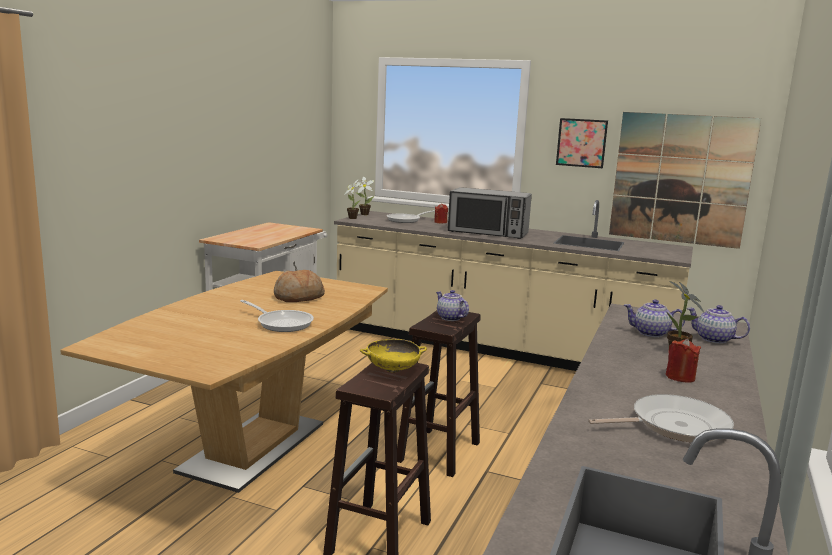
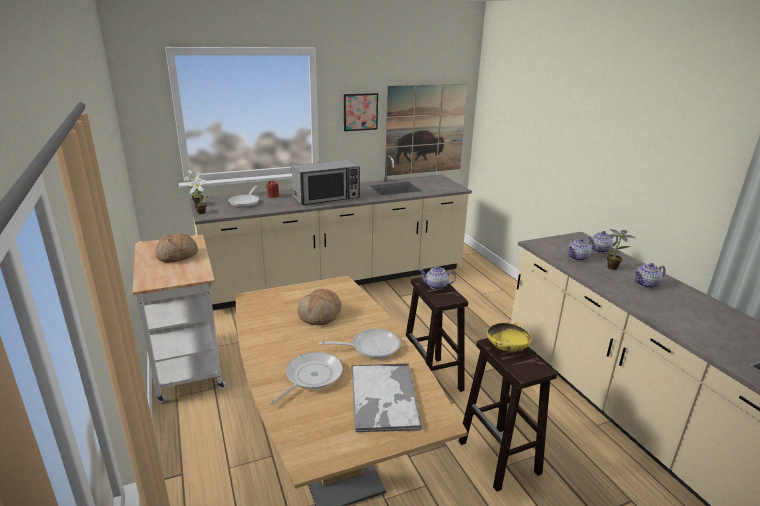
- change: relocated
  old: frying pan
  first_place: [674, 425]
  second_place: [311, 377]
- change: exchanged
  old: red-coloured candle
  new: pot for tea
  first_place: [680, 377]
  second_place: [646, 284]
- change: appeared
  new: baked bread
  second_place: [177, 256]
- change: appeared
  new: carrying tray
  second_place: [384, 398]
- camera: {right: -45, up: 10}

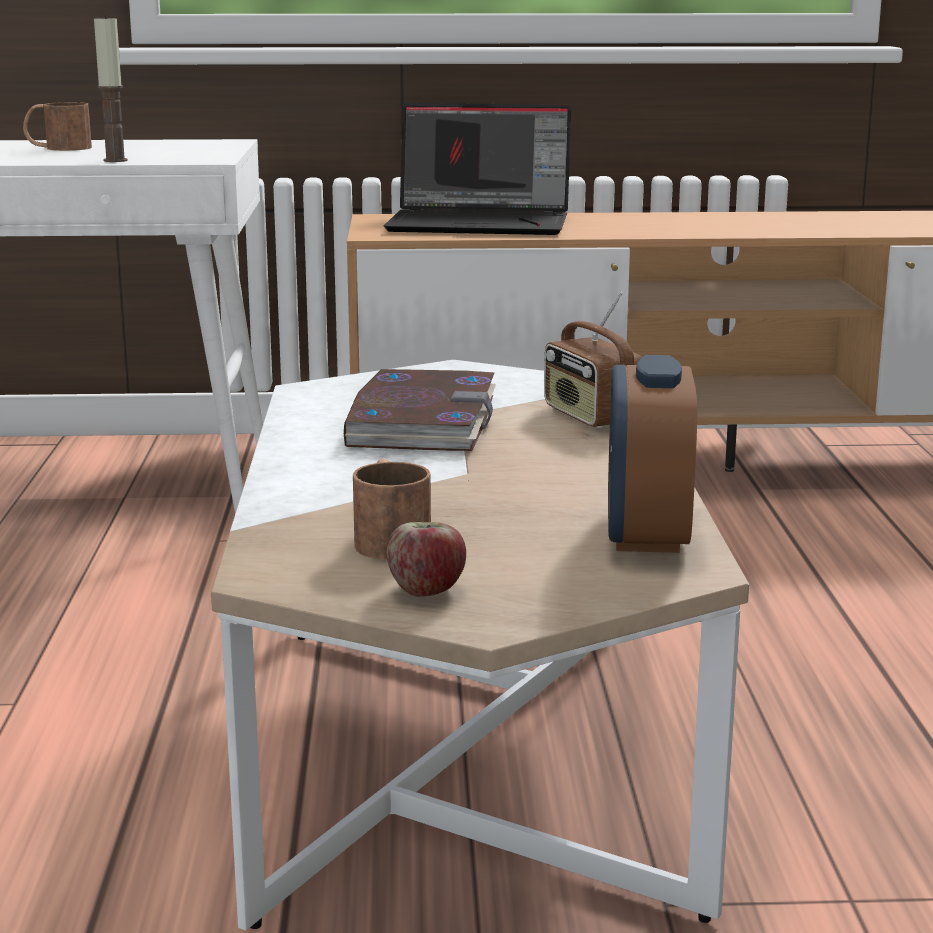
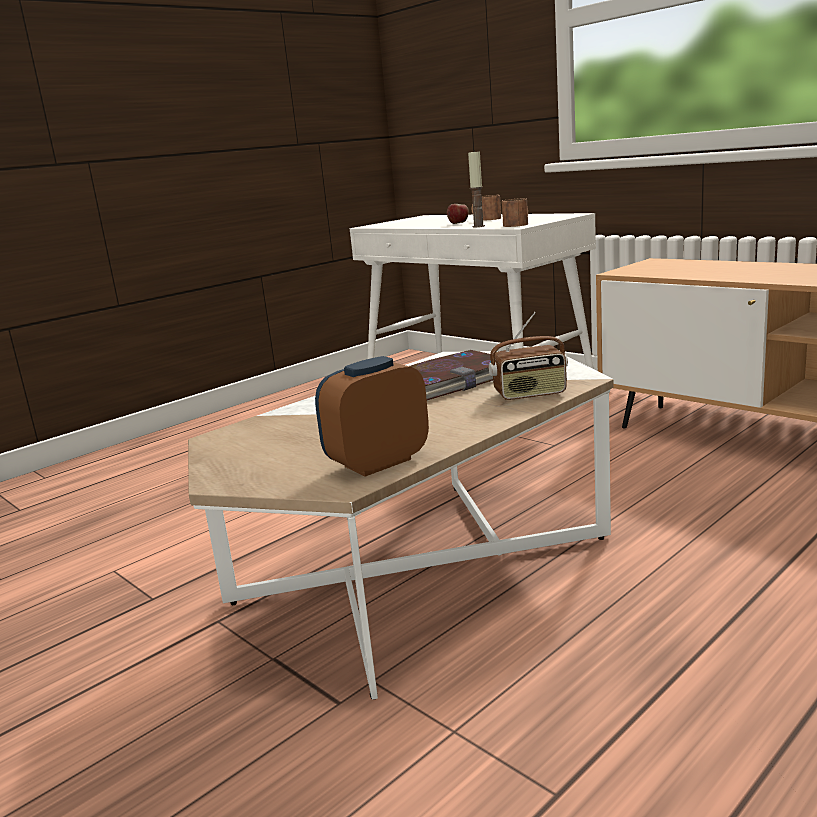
- change: relocated
  old: brown tea mug
  first_place: [389, 538]
  second_place: [518, 224]
- change: missing
  old: notebook computer
  first_place: [482, 223]
- change: relocated
  old: apple
  first_place: [427, 590]
  second_place: [458, 223]
- change: spun
  old: radio
  first_place: [590, 416]
  second_place: [530, 394]
  degrees: -120
- camera: {right: 50, up: 0}

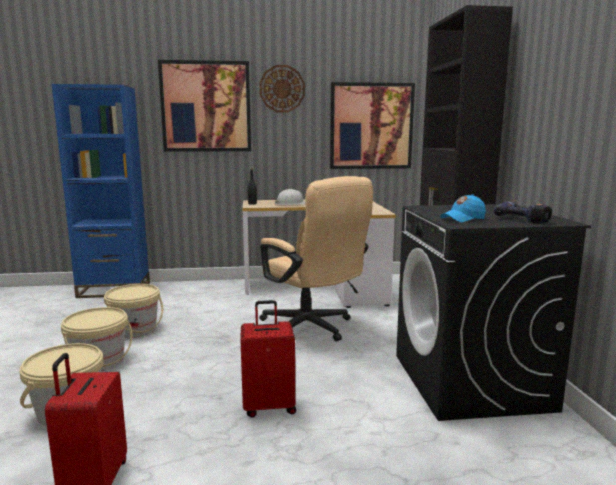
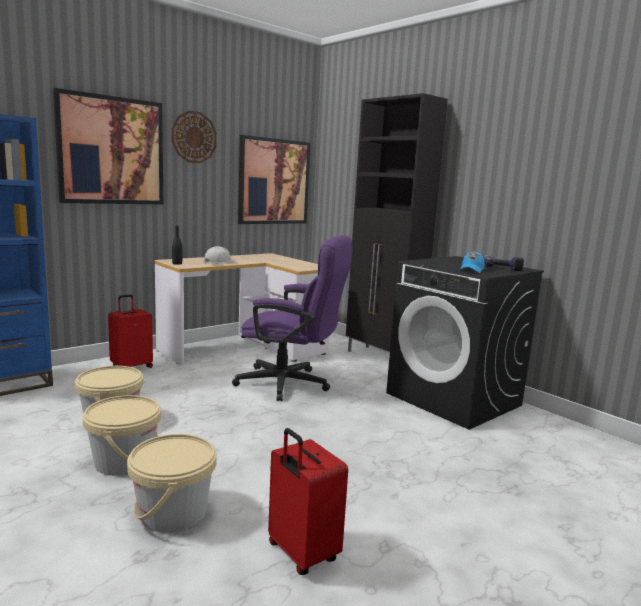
- change: relocated
  old: red-coloured piece of luggage
  first_place: [269, 406]
  second_place: [131, 367]
- change: colour
  old: beige-coloured computer chair
  new: purplish computer chair
  first_place: [312, 328]
  second_place: [291, 384]
- camera: {right: -35, up: 0}

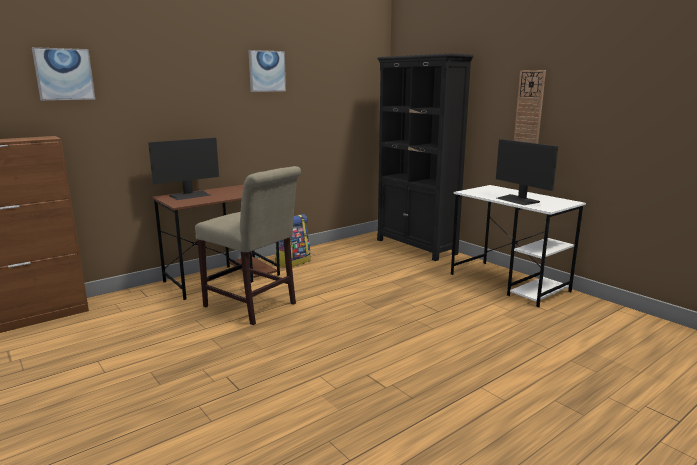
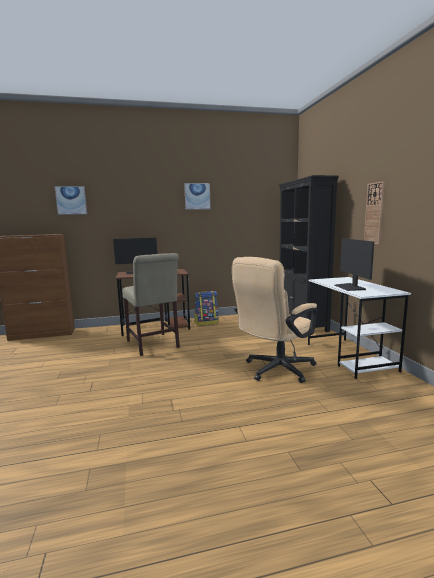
- change: appeared
  new: beige-coloured computer chair
  second_place: [275, 370]
- camera: {right: 25, up: -5}

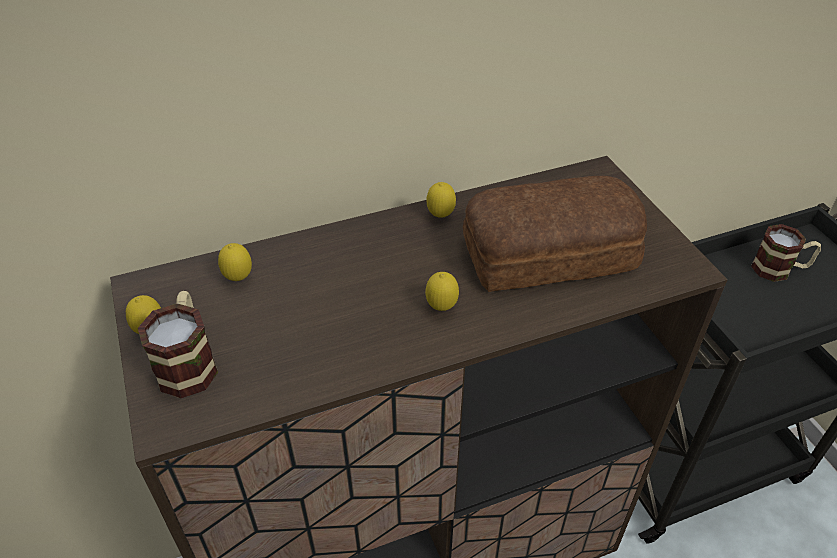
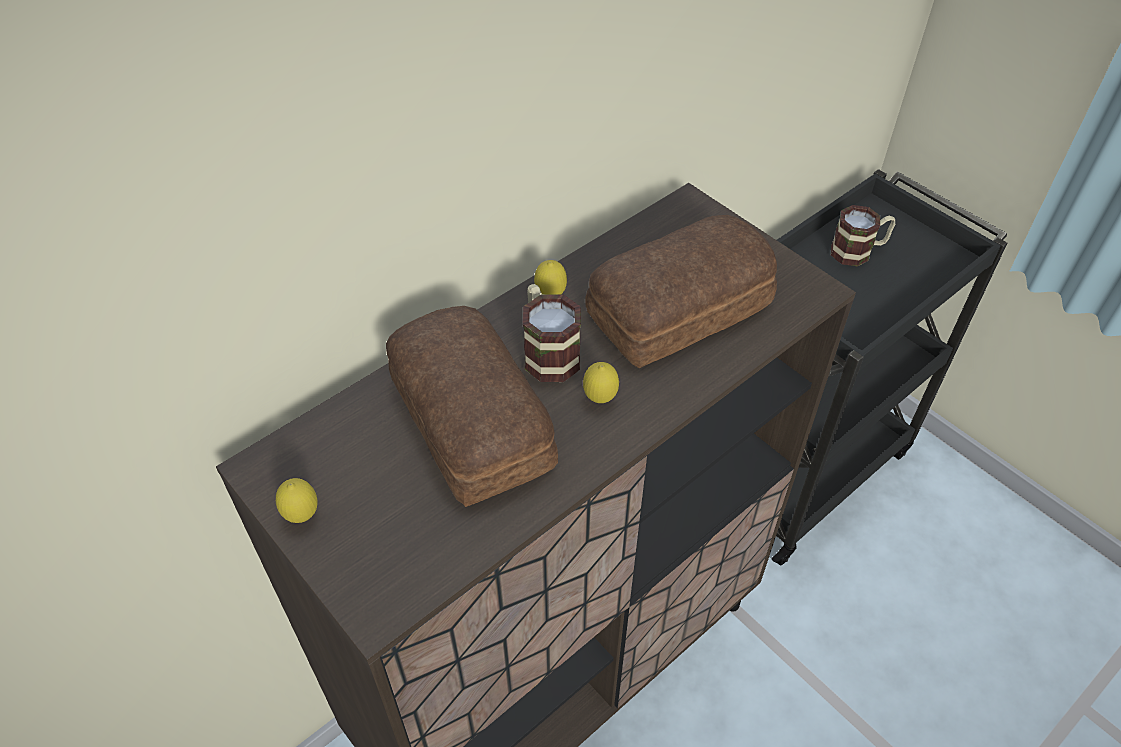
- change: relocated
  old: tea mug
  first_place: [189, 362]
  second_place: [547, 351]
- change: missing
  old: lemon
  first_place: [238, 279]
- change: appeared
  new: baked bread
  second_place: [469, 425]
- camera: {right: -20, up: 5}

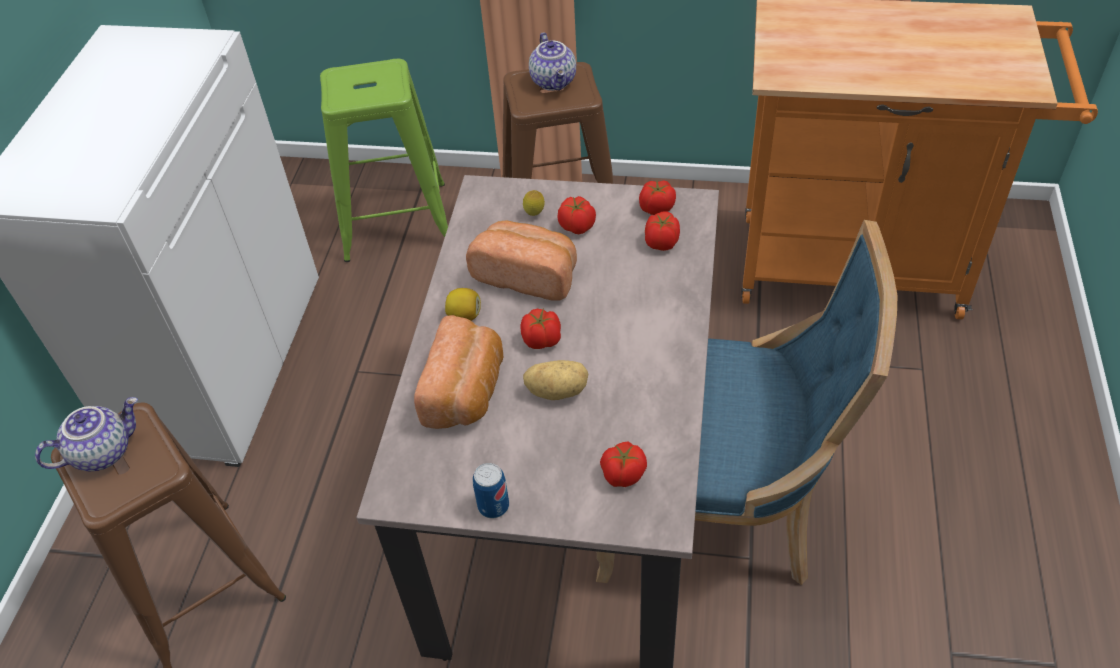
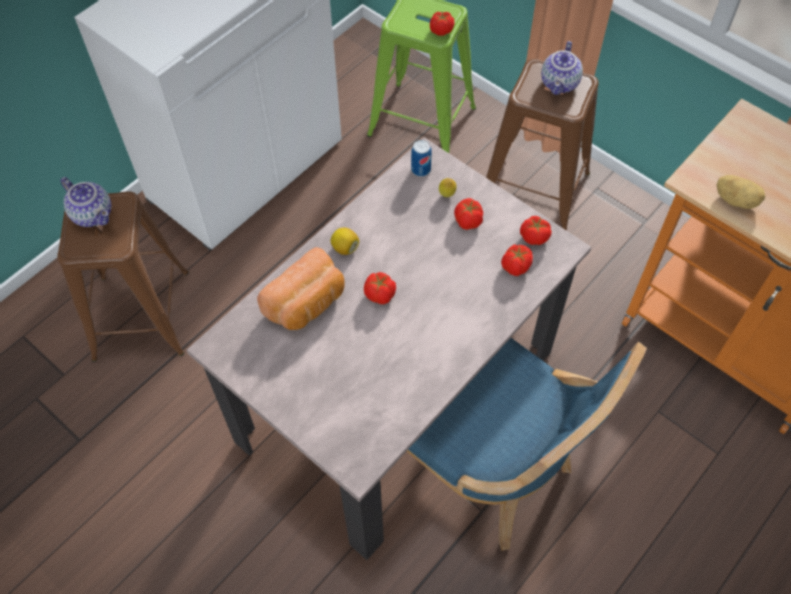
- change: spun
  old: pot for tea
  first_place: [103, 451]
  second_place: [94, 214]
  degrees: 45
- change: missing
  old: baked bread
  first_place: [527, 275]
- change: relocated
  old: metal can
  first_place: [493, 506]
  second_place: [421, 169]
- change: relocated
  old: whole potato
  first_place: [557, 390]
  second_place: [736, 200]
- change: relocated
  old: tomato
  first_place: [623, 474]
  second_place: [441, 31]
- camera: {right: 30, up: 10}

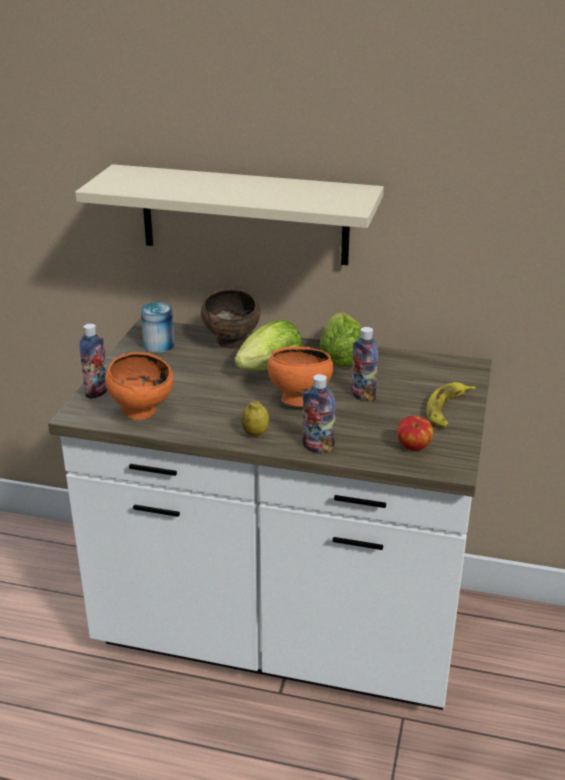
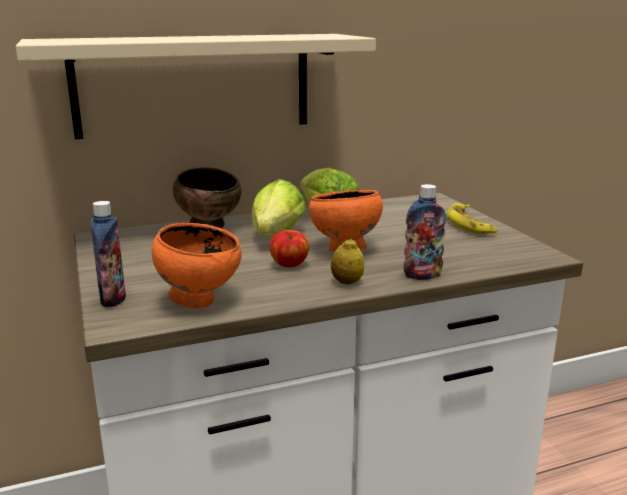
- change: missing
  old: metal can
  first_place: [159, 345]
- change: missing
  old: beverage bottle
  first_place: [363, 396]
- change: relocated
  old: apple
  first_place: [413, 447]
  second_place: [290, 265]
- camera: {right: -35, up: -10}

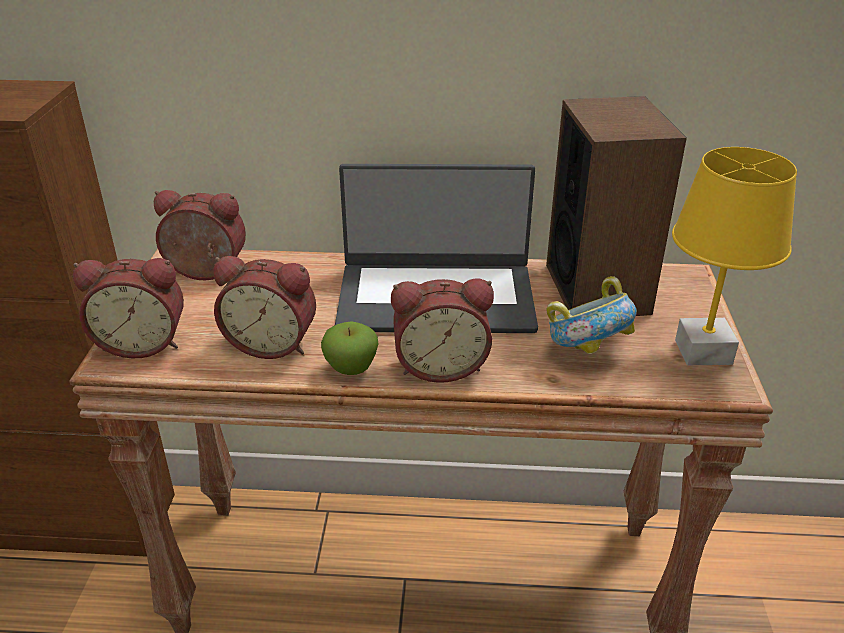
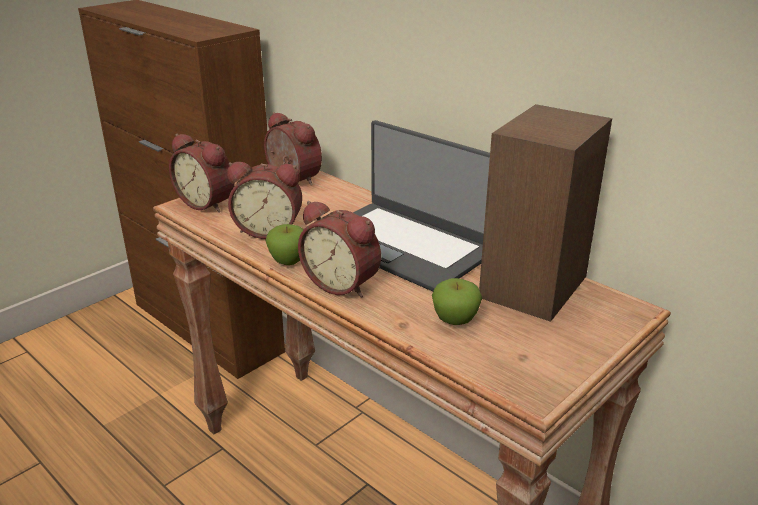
- change: spun
  old: table clock
  first_place: [272, 343]
  second_place: [269, 230]
  degrees: -45
- change: exchanged
  old: bowl
  new: apple
  first_place: [587, 352]
  second_place: [455, 321]
- change: missing
  old: yellow lamp for a table
  first_place: [703, 352]
- camera: {right: 40, up: -5}

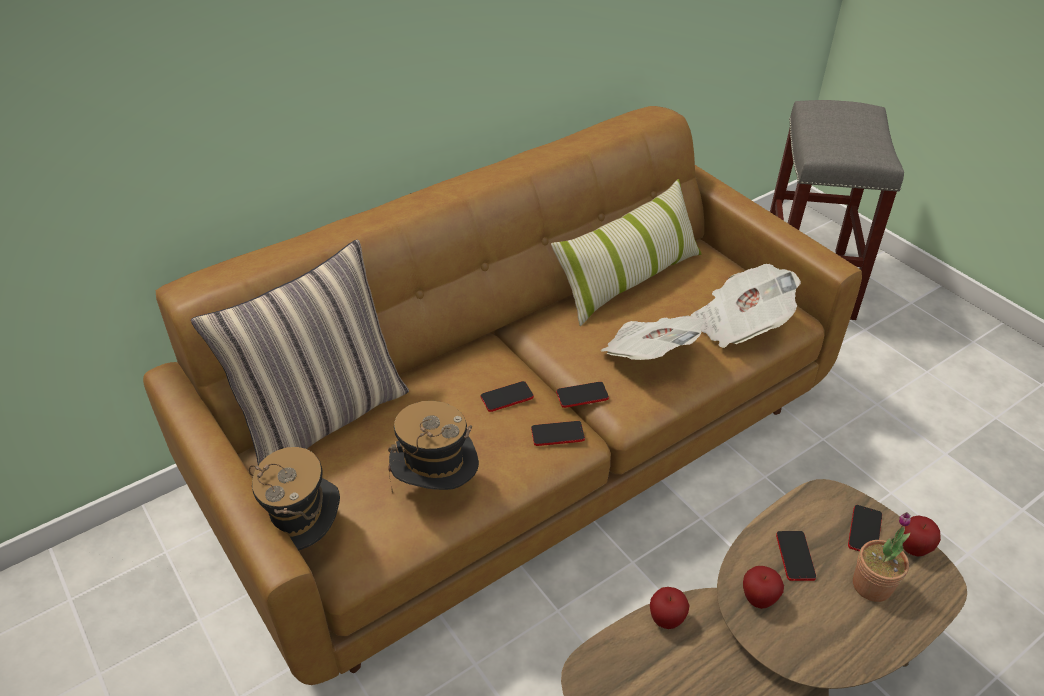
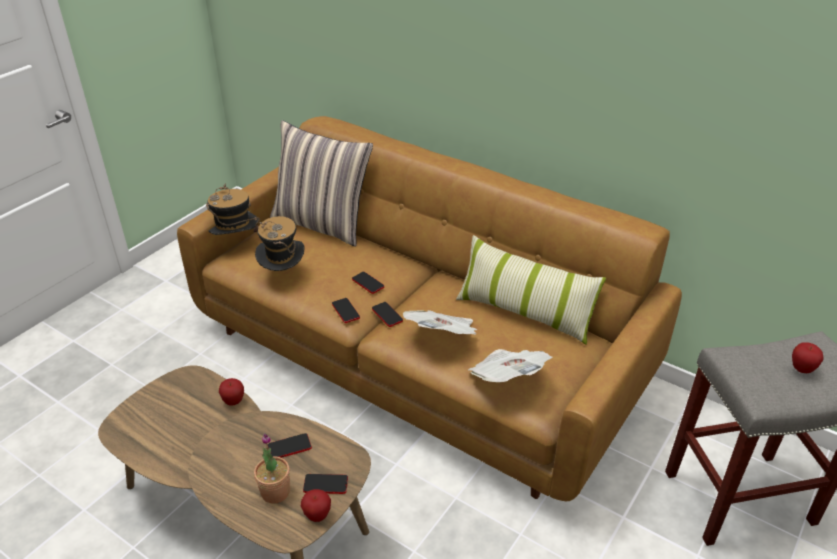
- change: relocated
  old: apple
  first_place: [758, 599]
  second_place: [802, 369]
- camera: {right: 70, up: -5}

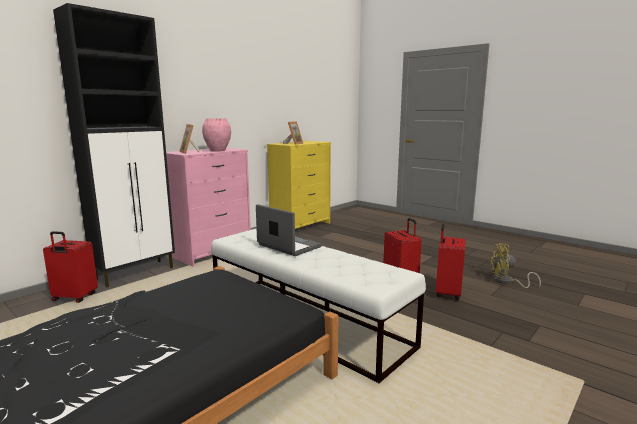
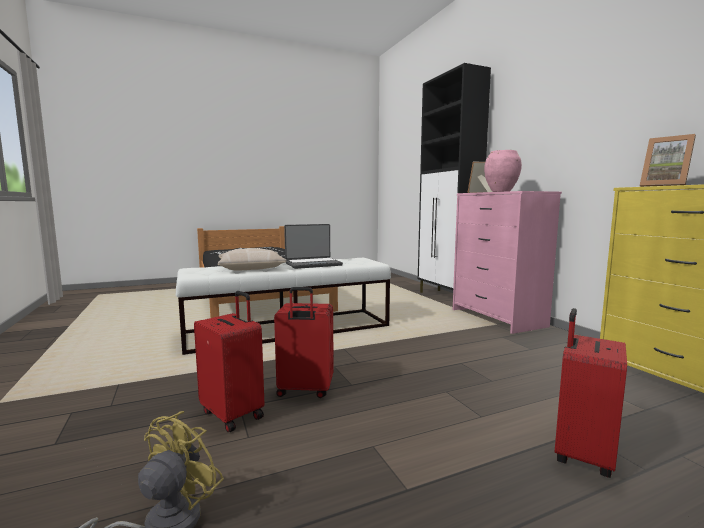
- change: relocated
  old: red-coloured piece of luggage
  first_place: [74, 298]
  second_place: [581, 454]
- change: appeared
  new: beige-coloured throw pillow
  second_place: [251, 267]
- camera: {right: 115, up: -5}

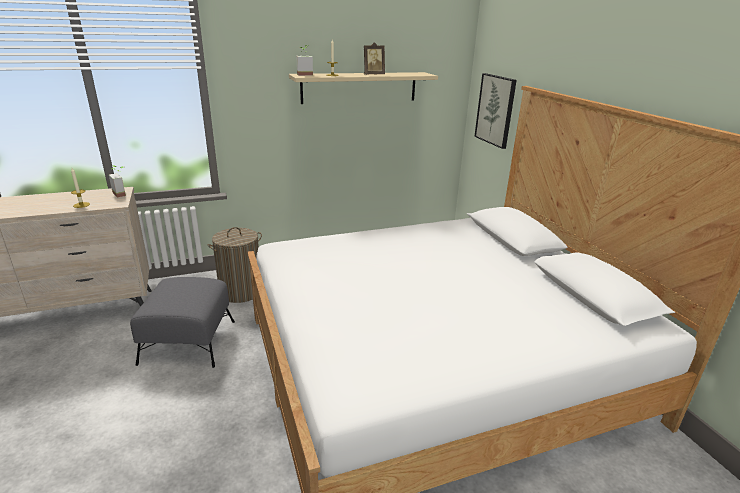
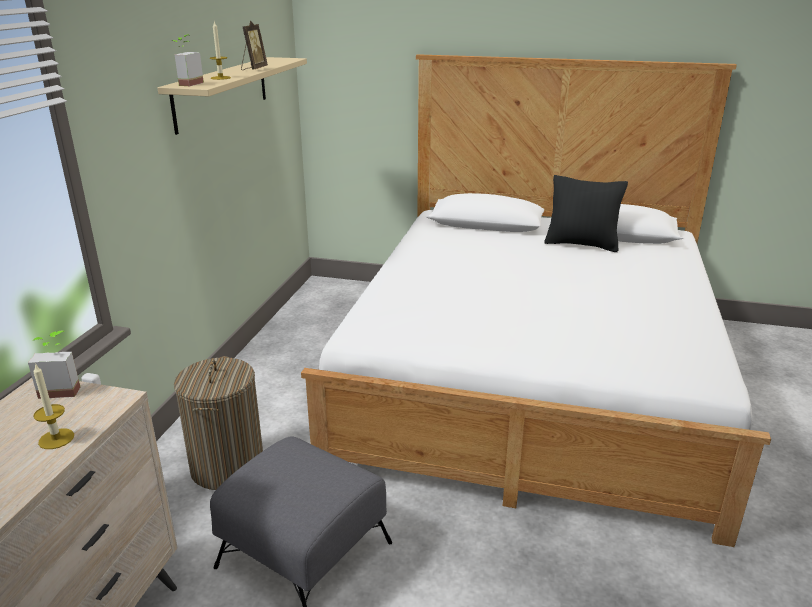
- change: missing
  old: picture
  first_place: [495, 110]
- change: appeared
  new: black-coloured throw pillow
  second_place: [581, 244]
- camera: {right: -55, up: 0}

